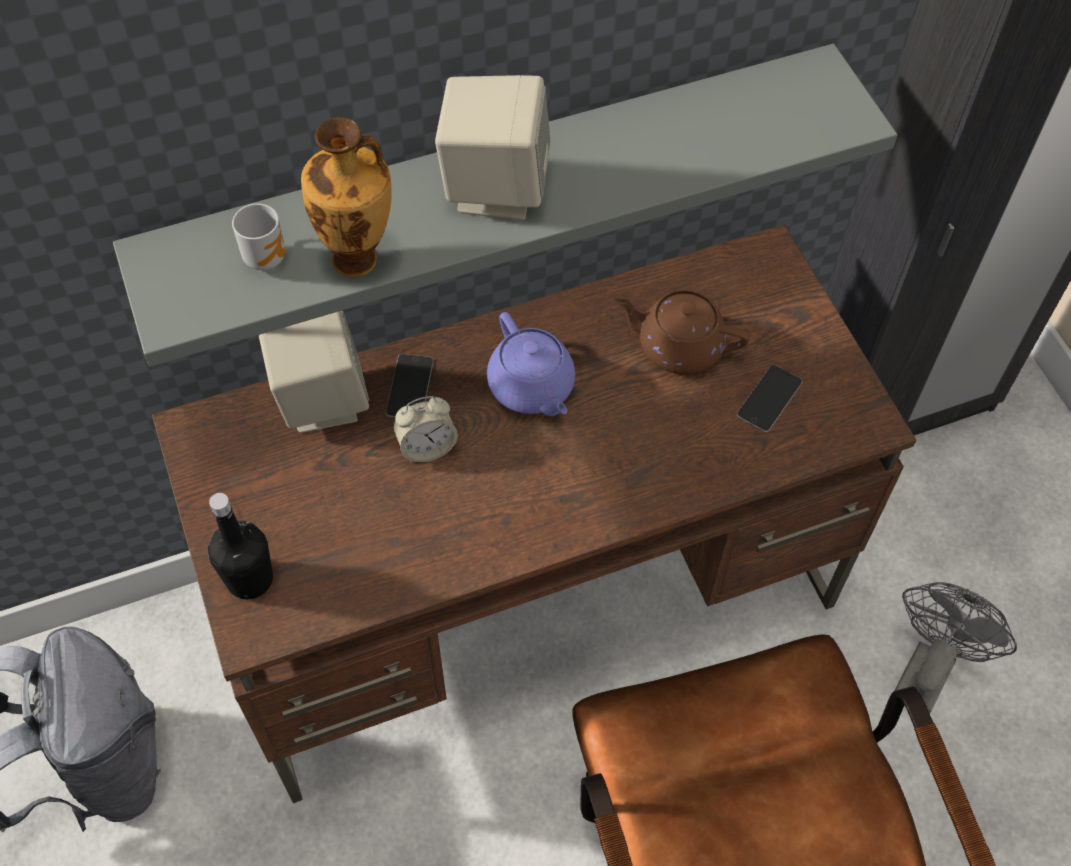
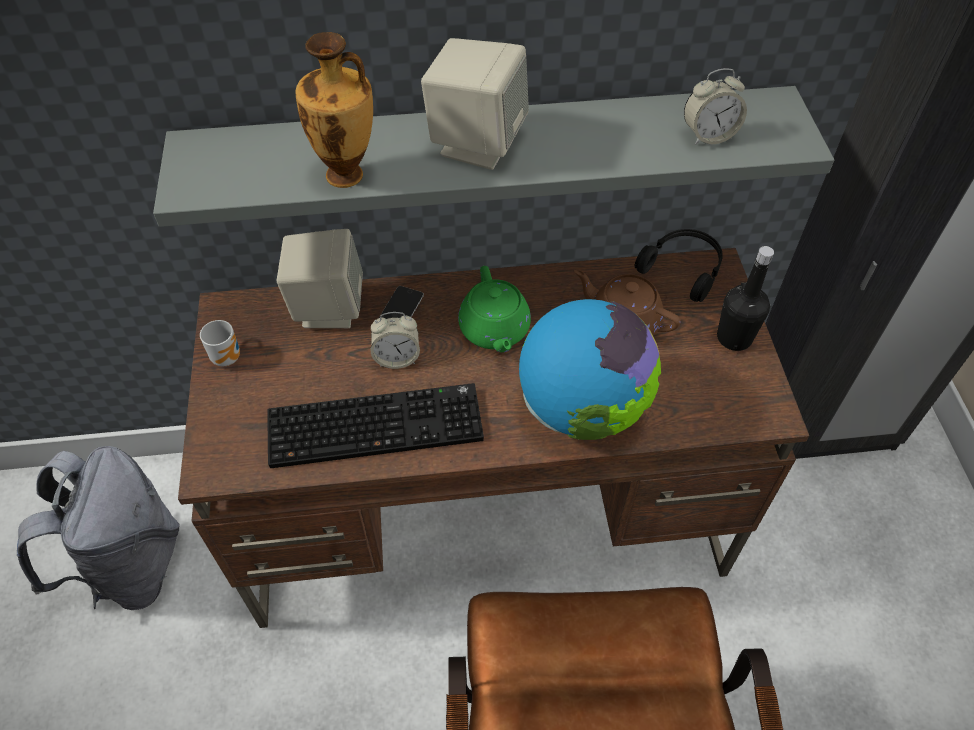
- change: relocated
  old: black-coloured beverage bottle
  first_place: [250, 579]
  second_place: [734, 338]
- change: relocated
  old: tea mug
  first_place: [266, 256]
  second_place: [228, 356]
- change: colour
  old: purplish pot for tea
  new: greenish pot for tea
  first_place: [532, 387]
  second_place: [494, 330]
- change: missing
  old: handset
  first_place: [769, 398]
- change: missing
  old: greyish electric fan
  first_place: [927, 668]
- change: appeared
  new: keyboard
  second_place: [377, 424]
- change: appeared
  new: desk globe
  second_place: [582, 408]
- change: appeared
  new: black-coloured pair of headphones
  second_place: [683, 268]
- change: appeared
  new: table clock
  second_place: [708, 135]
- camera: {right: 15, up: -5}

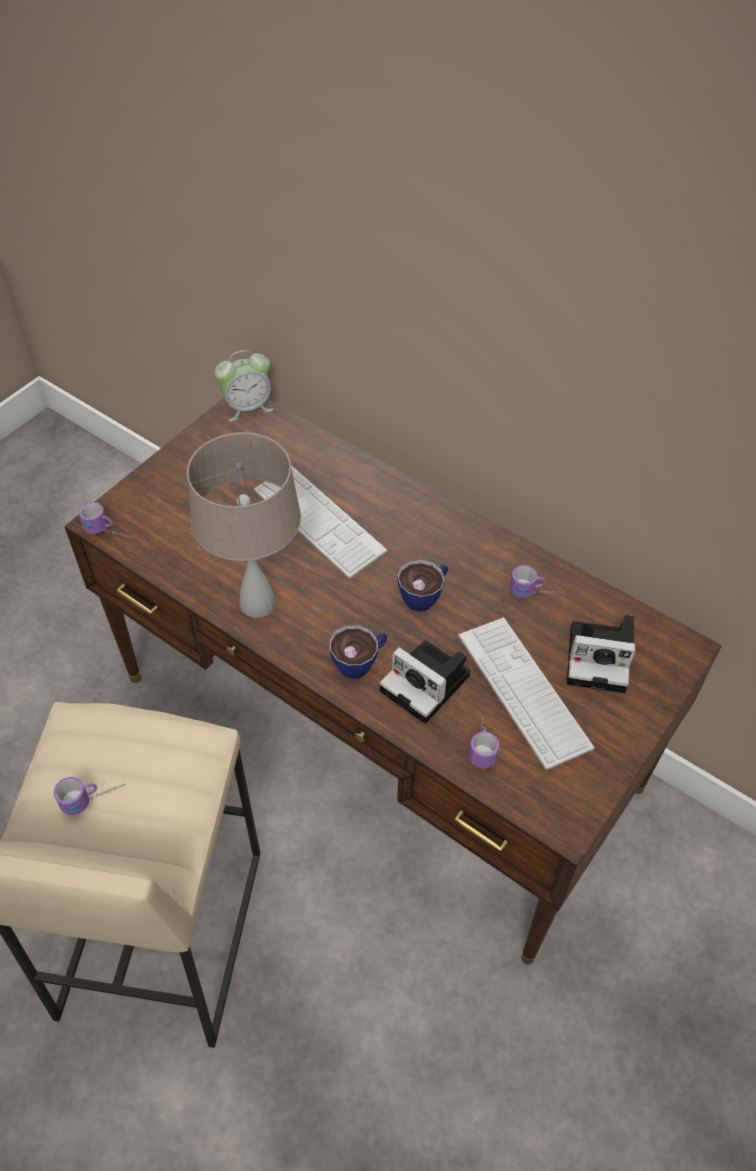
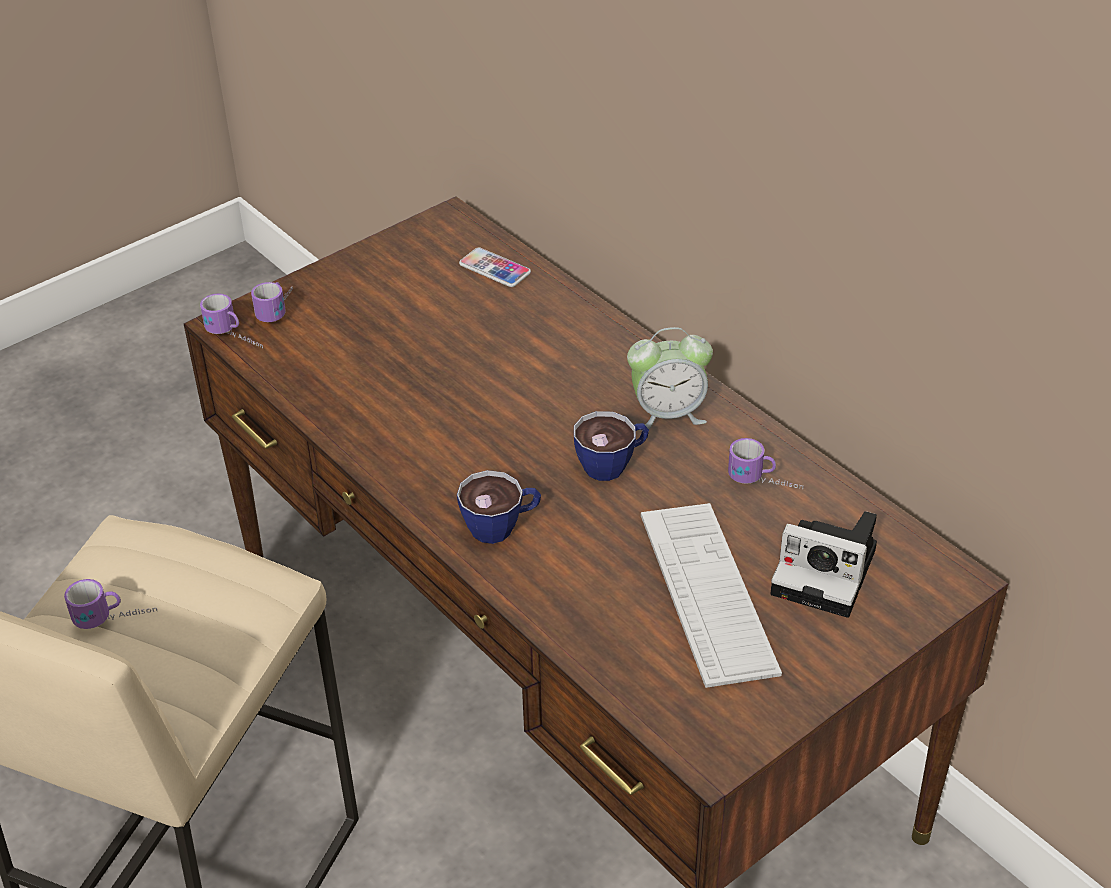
- change: missing
  old: beige-coloured lamp for a table
  first_place: [258, 603]
- change: relocated
  old: table clock
  first_place: [247, 407]
  second_place: [668, 413]
- change: missing
  old: keyboard
  first_place: [319, 521]
- change: missing
  old: photo camera
  first_place: [428, 684]
- change: relocated
  old: tea mug
  first_place: [482, 745]
  second_place: [279, 310]
- change: appeared
  new: handset
  second_place: [495, 269]
- camera: {right: 15, up: -10}

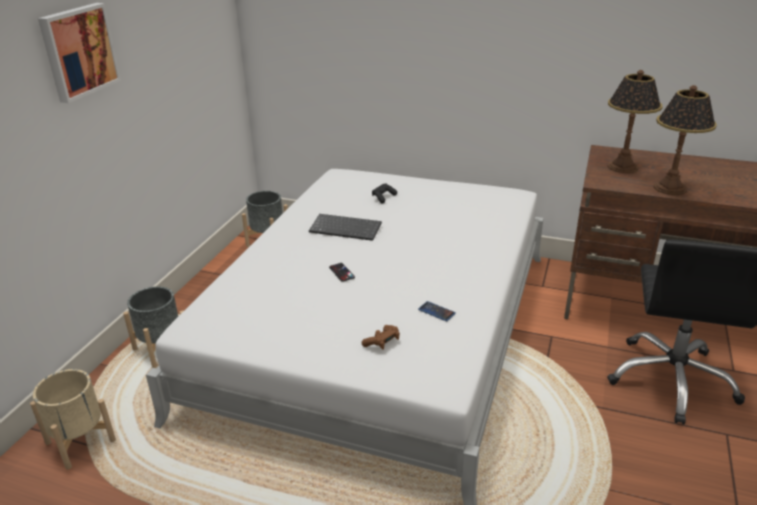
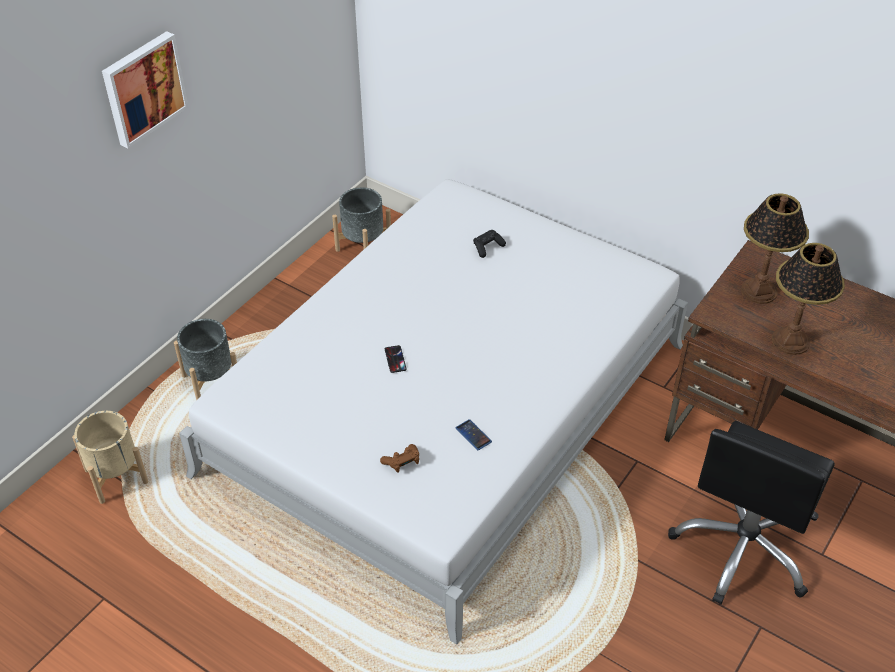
- change: missing
  old: keyboard
  first_place: [346, 228]
- camera: {right: 15, up: 15}

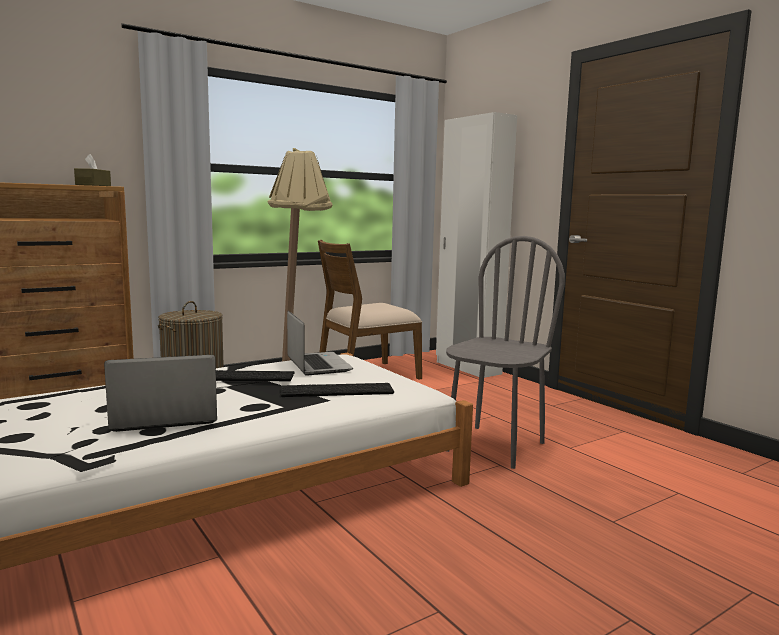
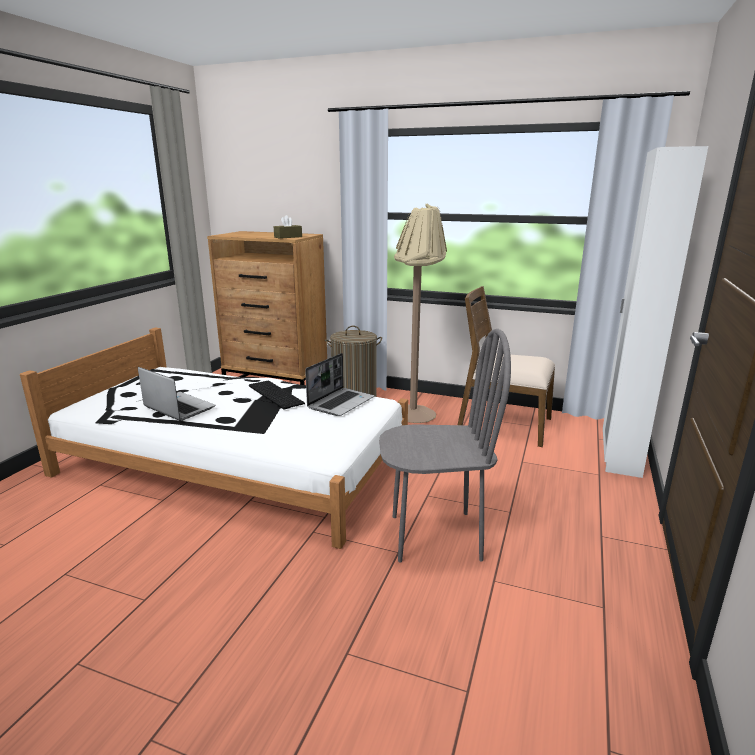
- change: missing
  old: keyboard
  first_place: [335, 391]
- camera: {right: 55, up: 10}

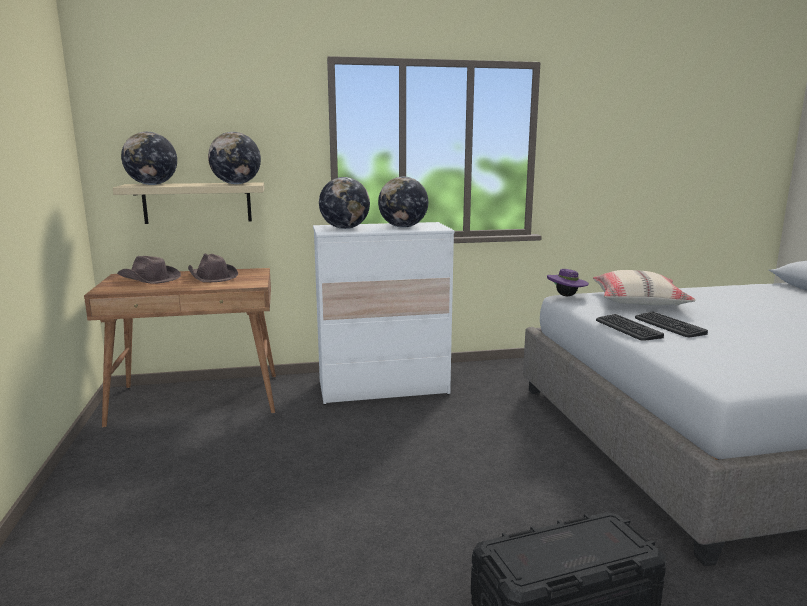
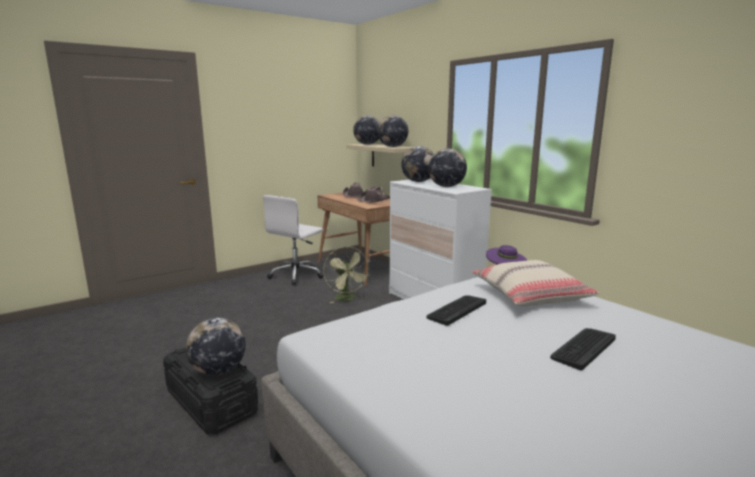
- change: relocated
  old: keyboard
  first_place: [627, 328]
  second_place: [583, 348]
- change: appeared
  new: desk globe
  second_place: [218, 371]
- change: appeared
  new: white-coloured computer chair
  second_place: [296, 275]
- change: appeared
  new: greenish electric fan
  second_place: [347, 299]
- camera: {right: 65, up: 0}

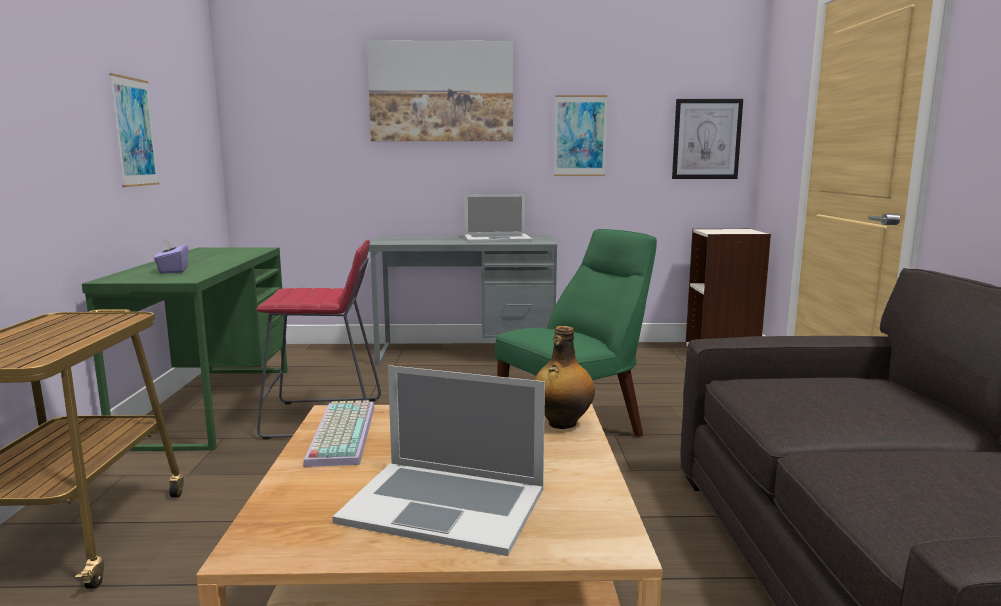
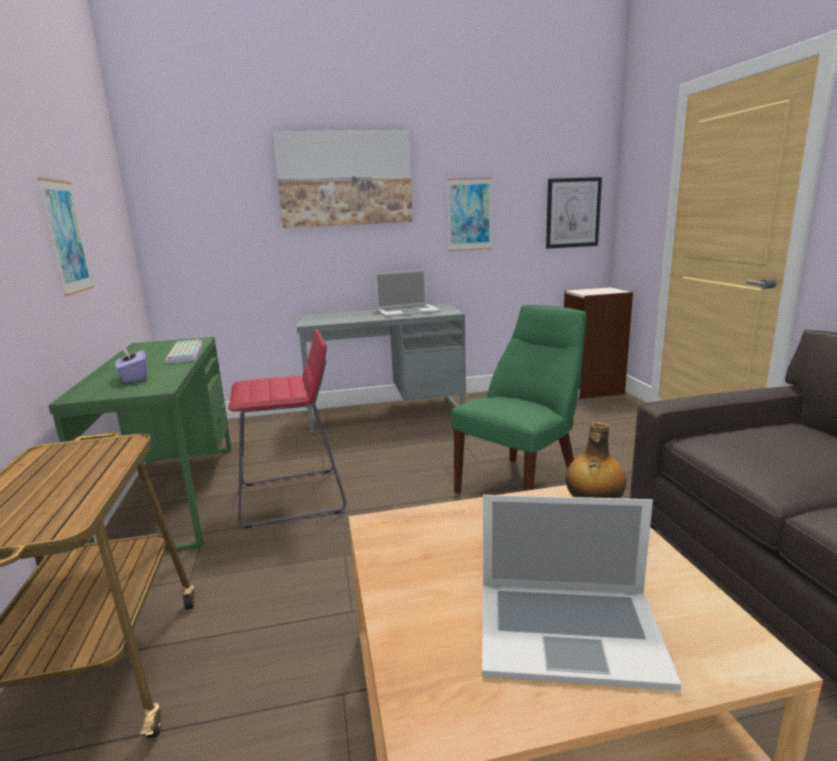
- change: relocated
  old: keyboard
  first_place: [340, 433]
  second_place: [183, 352]
- camera: {right: -10, up: 5}

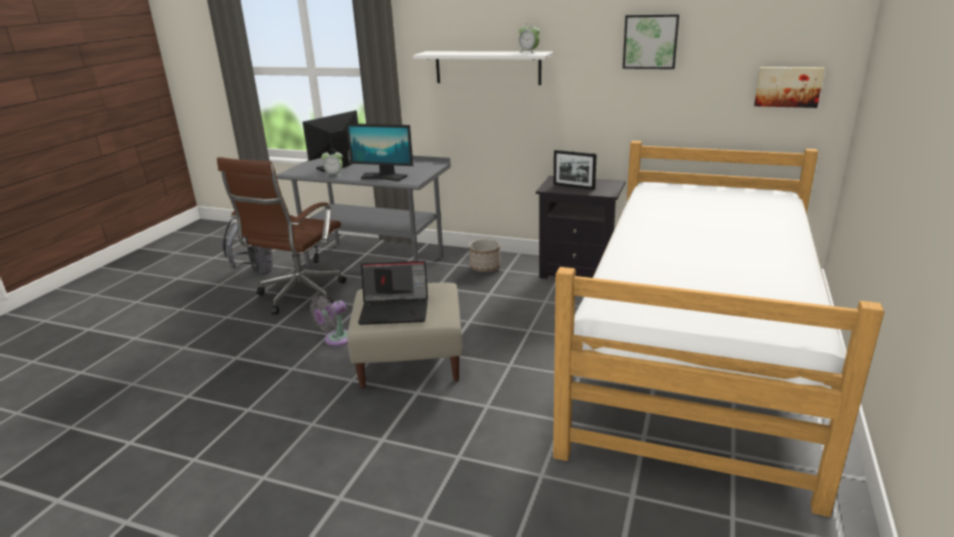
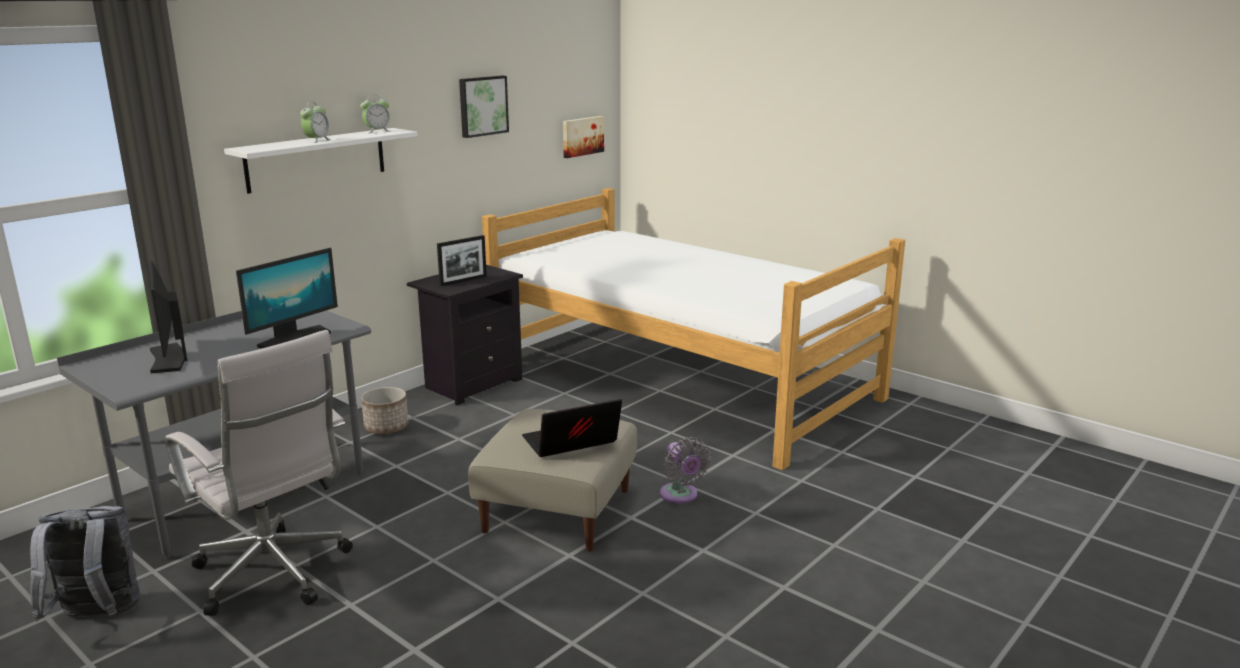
- change: colour
  old: brown computer chair
  new: white-coloured computer chair
  first_place: [299, 296]
  second_place: [275, 575]
- change: relocated
  old: greyish electric fan
  first_place: [336, 340]
  second_place: [680, 496]
- change: relocated
  old: table clock
  first_place: [334, 175]
  second_place: [317, 140]
- change: spun
  old: notebook computer
  first_place: [395, 310]
  second_place: [570, 443]
  degrees: -135
- camera: {right: -70, up: -5}

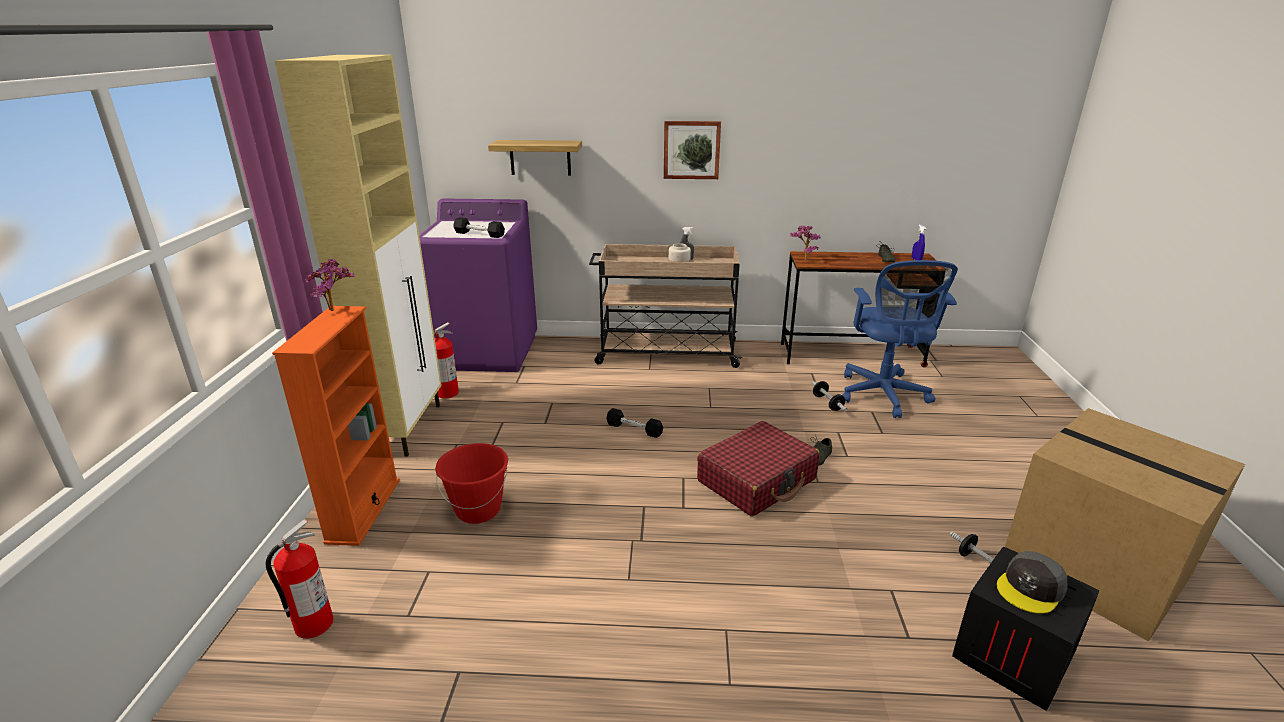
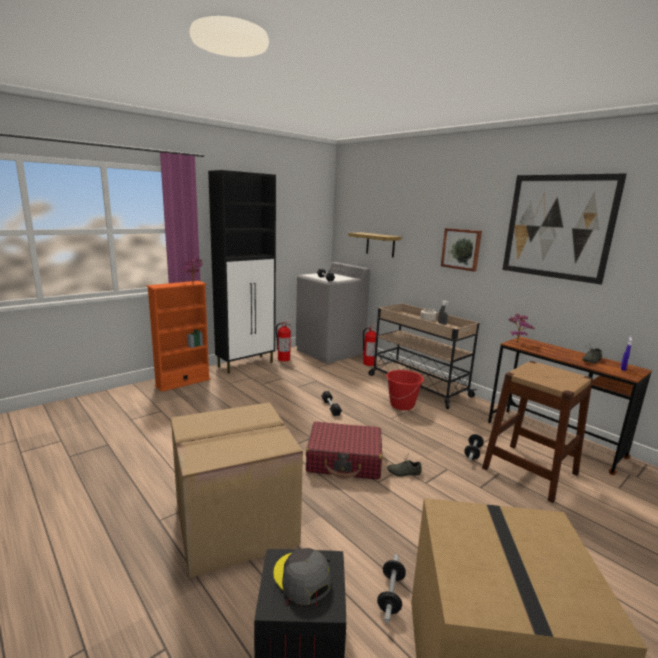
- change: relocated
  old: fire-fighting cylinder
  first_place: [313, 625]
  second_place: [369, 363]
- change: colour
  old: beige-coloured storage cabinet
  new: black-coloured storage cabinet
  first_place: [406, 428]
  second_place: [246, 364]
- change: colour
  old: purplish laundry machine
  new: greyish laundry machine
  first_place: [488, 352]
  second_place: [330, 351]
- change: relocated
  old: red-coloured pail
  first_place: [478, 510]
  second_place: [402, 405]
- change: exchanged
  old: blue computer chair
  new: brown sitting stool
  first_place: [883, 396]
  second_place: [530, 471]
- change: spun
  old: greyish baseball cap
  first_place: [1031, 588]
  second_place: [301, 578]
  degrees: 45
- change: appeared
  new: cardboard box
  second_place: [234, 524]
- change: appeared
  new: picture
  second_place: [557, 227]
- camera: {right: 45, up: -10}

